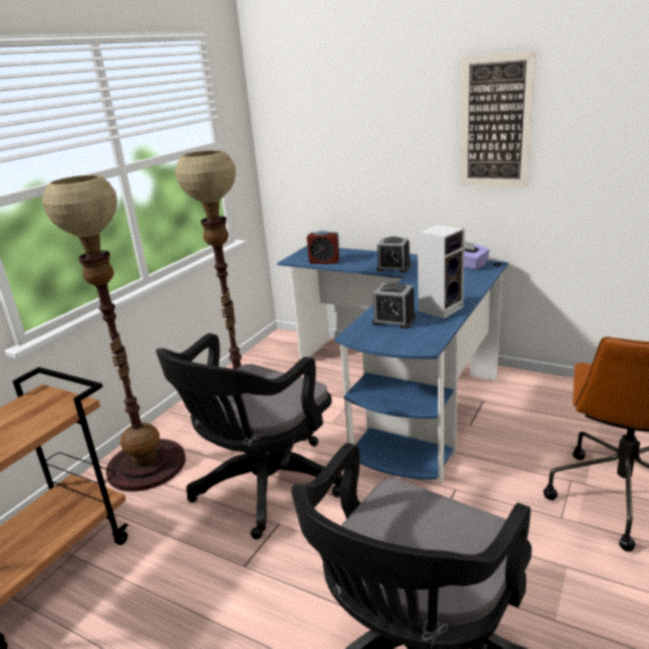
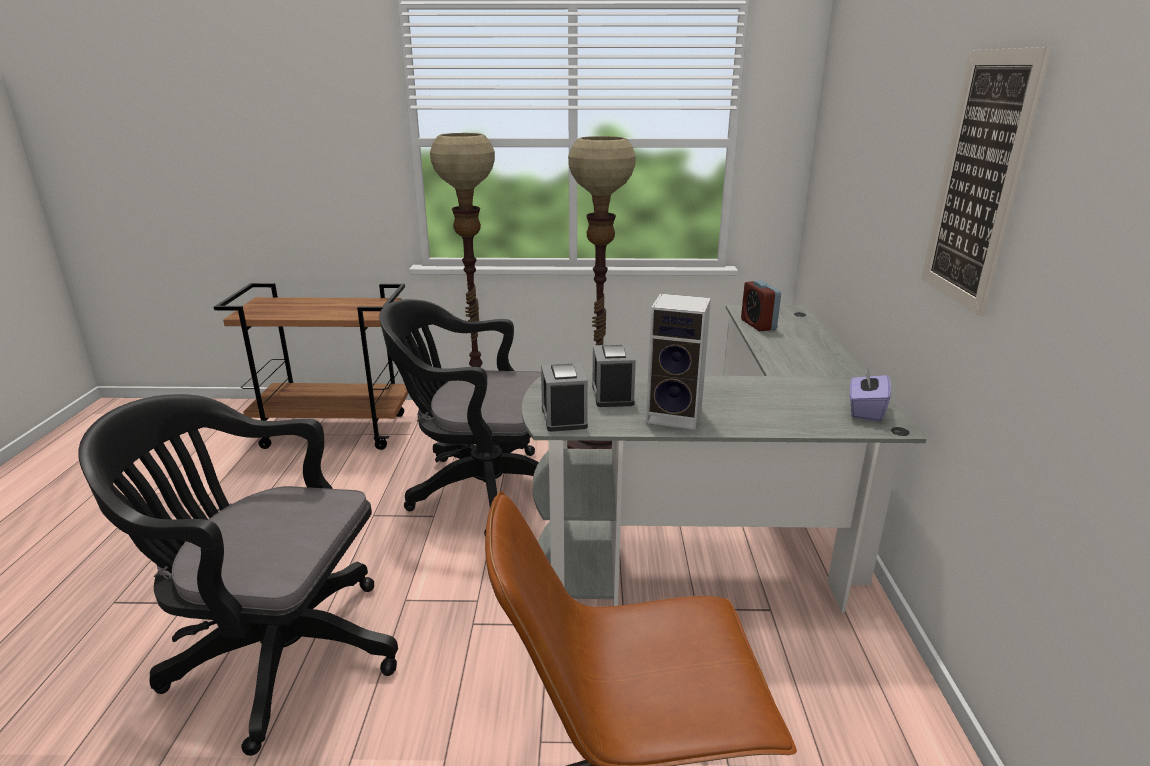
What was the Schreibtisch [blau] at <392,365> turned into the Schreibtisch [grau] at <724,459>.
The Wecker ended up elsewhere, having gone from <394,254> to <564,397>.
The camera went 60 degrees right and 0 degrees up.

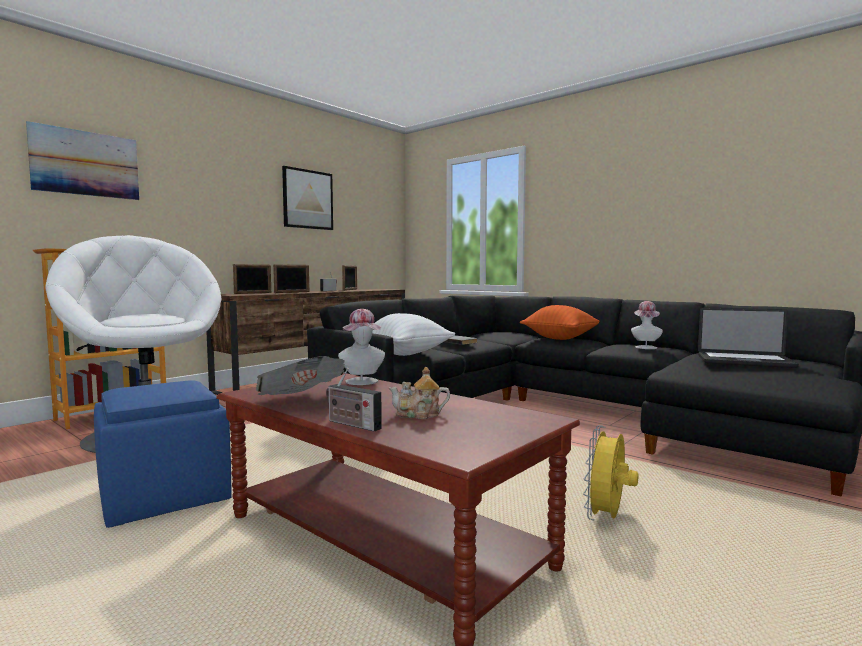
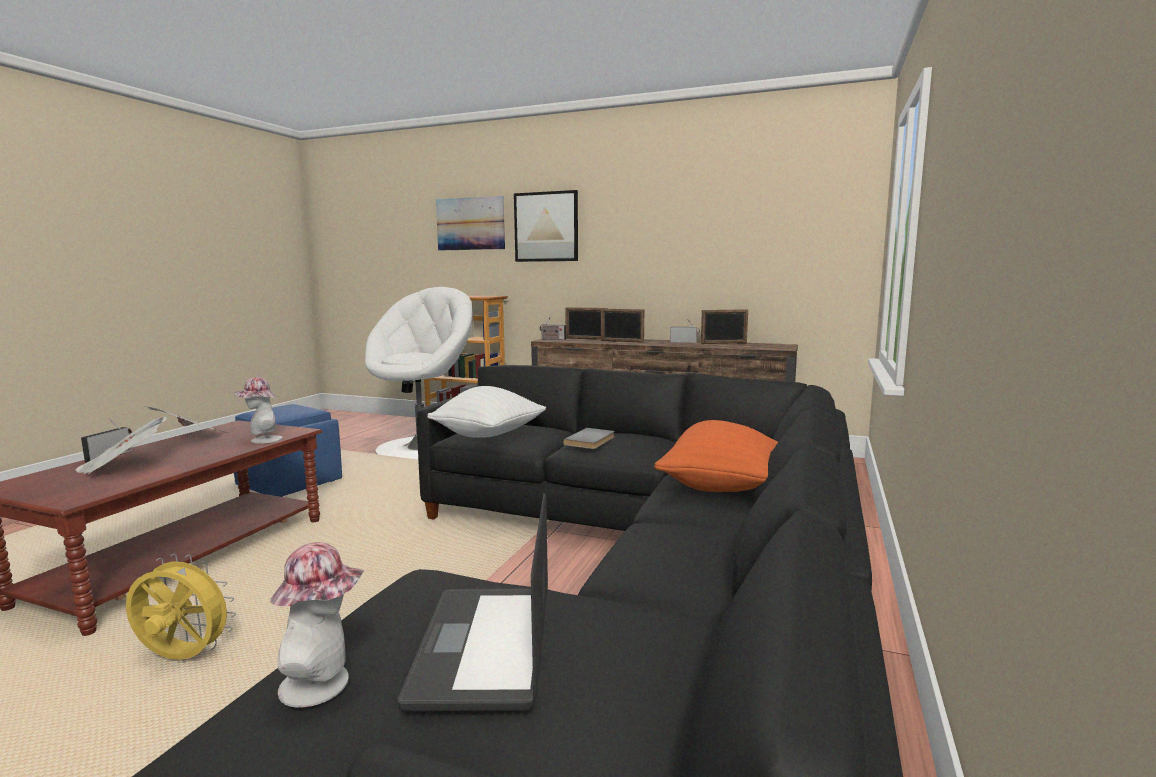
Where the Teekanne stood at <419,393>, the Zeitung came to stand at <121,445>.
The Hut ended up elsewhere, having gone from <647,325> to <318,624>.
The Bild ended up elsewhere, having gone from <307,198> to <546,226>.
The second view gained the Radio at <553,328>.
The camera went 70 degrees right and 5 degrees up.

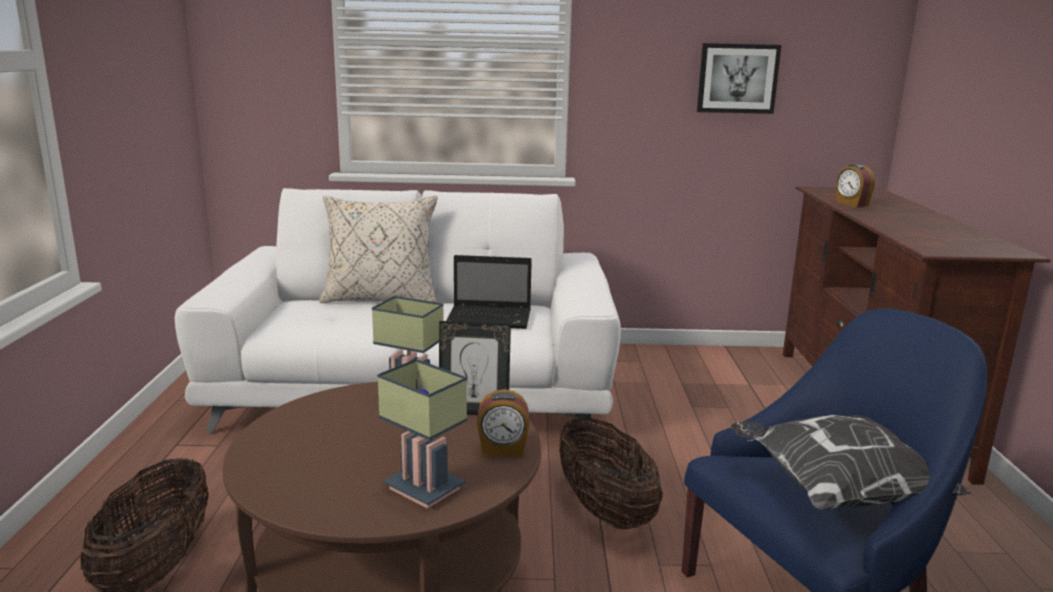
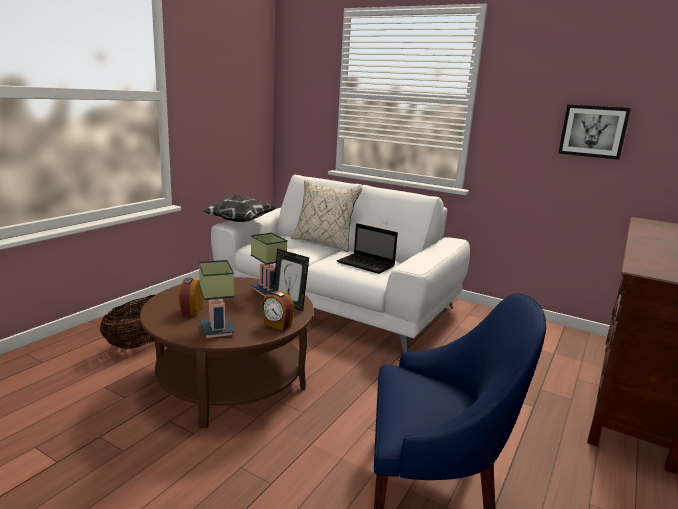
The Wecker ended up elsewhere, having gone from <855,185> to <190,297>.
The Kissen ended up elsewhere, having gone from <851,462> to <240,209>.
The second view lost the Korb at <611,473>.
The camera went 30 degrees right and 0 degrees up.

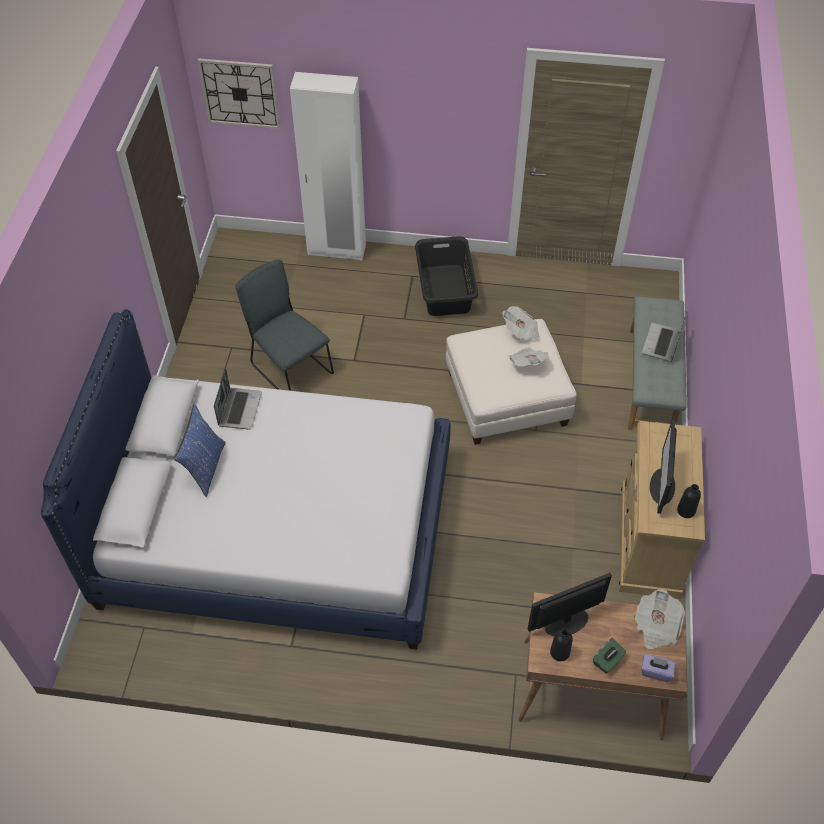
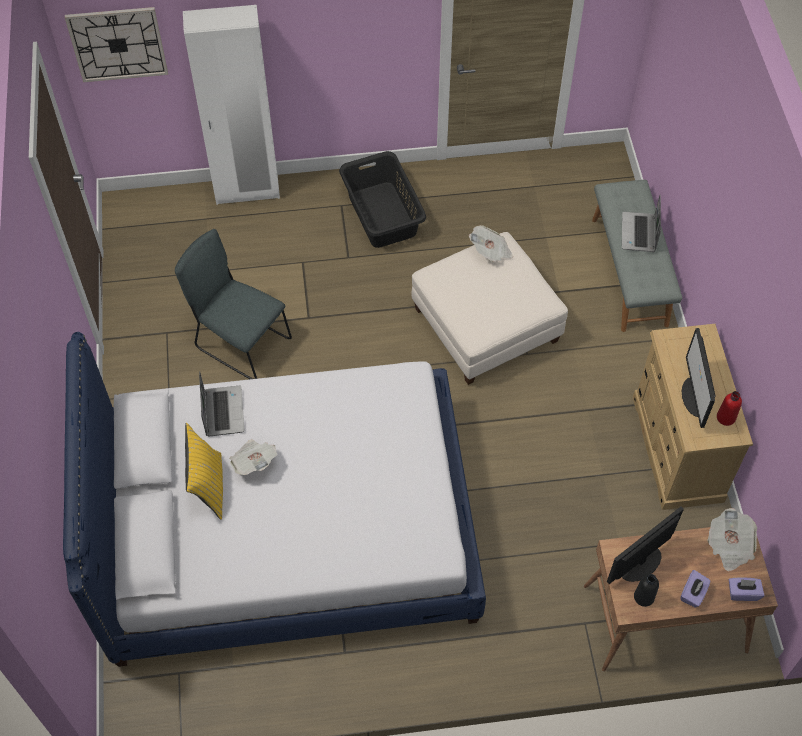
What was the Kissen [blau] at <200,450> turned into the Kissen [gelb] at <204,471>.
The Zeitung ended up elsewhere, having gone from <529,357> to <253,457>.
What was the Taschentuchbox [grün] at <609,655> turned into the Taschentuchbox [lila] at <695,588>.
What was the Flasche [schwarz] at <689,501> turned into the Flasche [rot] at <729,408>.
The camera went 15 degrees left and 5 degrees up.

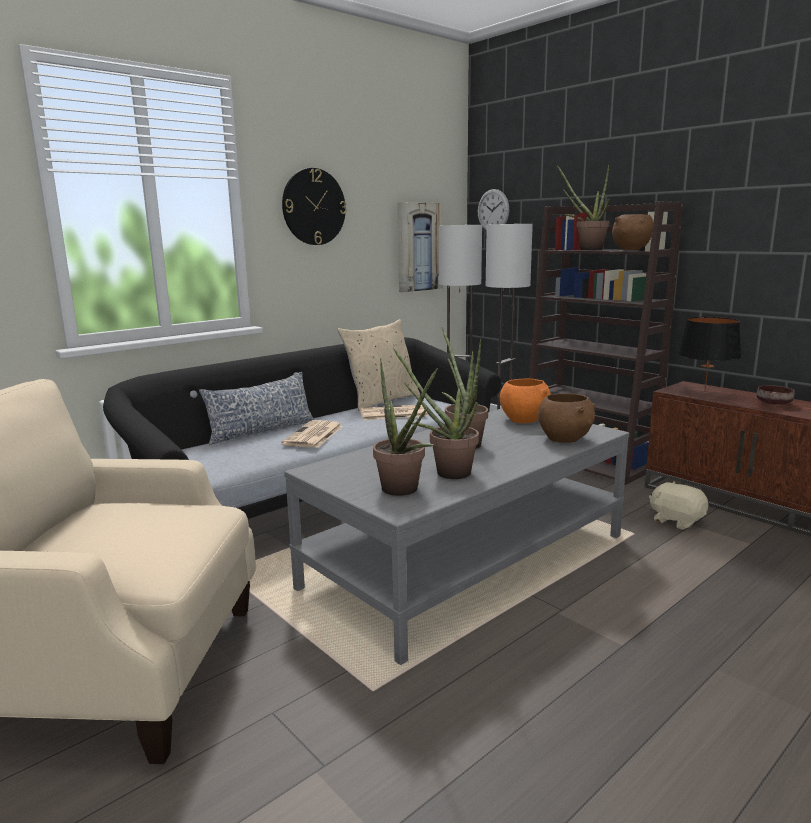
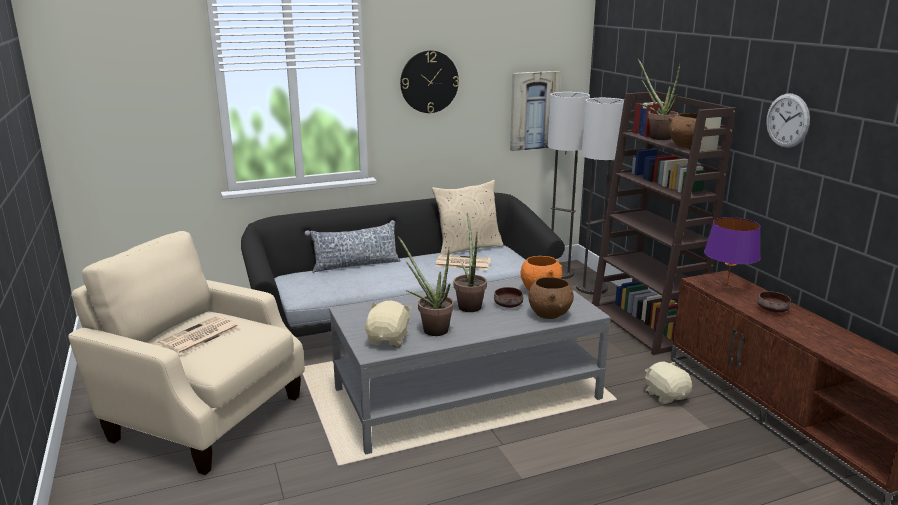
The Zeitung ended up elsewhere, having gone from <312,434> to <198,335>.
Where the Topfpflanze stood at <405,427>, the Plüschtier [beige] came to stand at <388,324>.
The second view gained the Schüssel [braun] at <508,297>.
What was the Tischlampe [schwarz] at <709,354> turned into the Tischlampe [lila] at <732,252>.
The Wanduhr ended up elsewhere, having gone from <493,209> to <788,121>.
The camera went 20 degrees right and 5 degrees up.

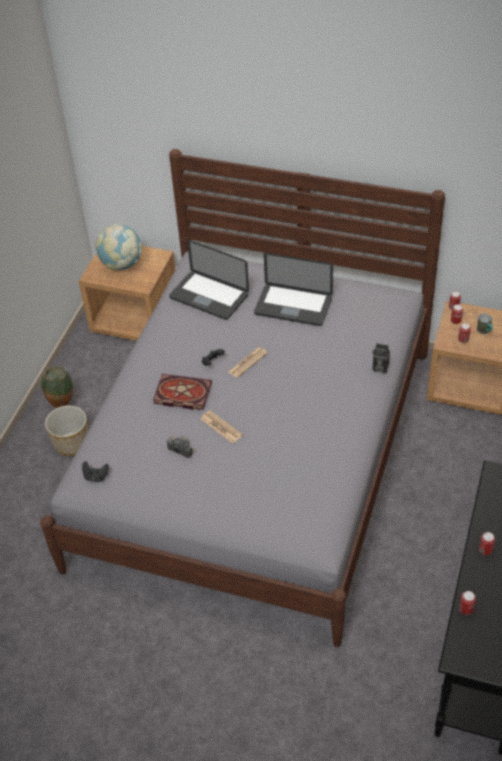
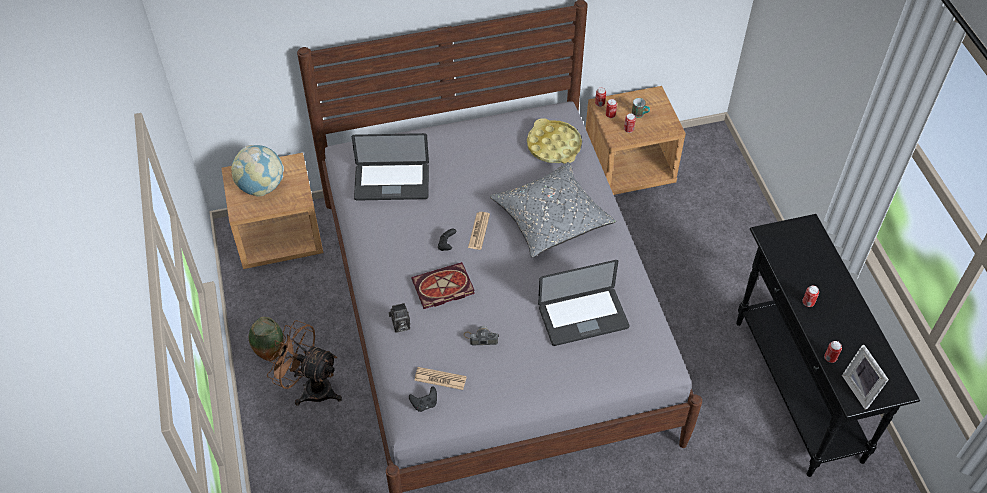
Where the Pflanzkübel stood at <66,430>, the Ventilator [braun] came to stand at <304,363>.
The Kamera ended up elsewhere, having gone from <381,358> to <399,317>.
The Zeitung ended up elsewhere, having gone from <222,427> to <440,378>.
The second view gained the Kissen [grau] at <553,210>.
The second view gained the Tablett [gelb] at <554,141>.
The Laptop ended up elsewhere, having gone from <293,289> to <583,303>.
The second view gained the Bilderrahmen at <865,377>.
The camera went 35 degrees left and 5 degrees up.

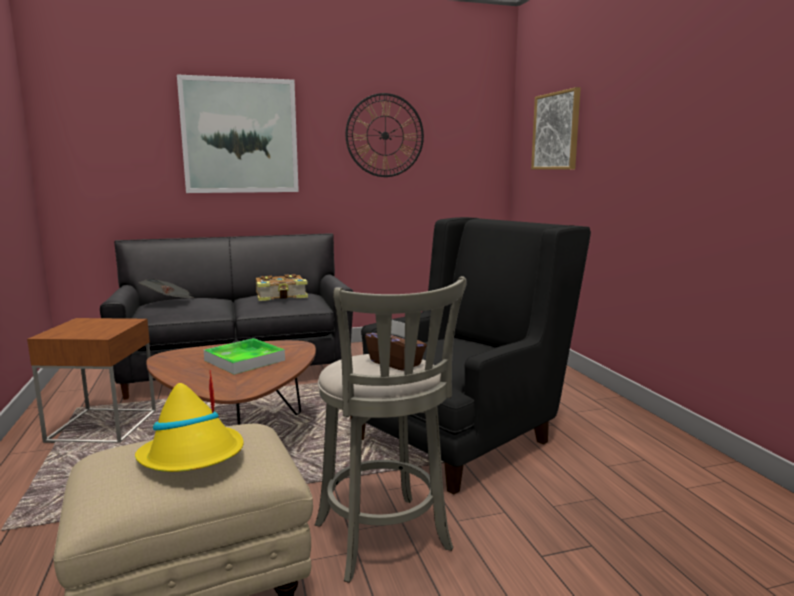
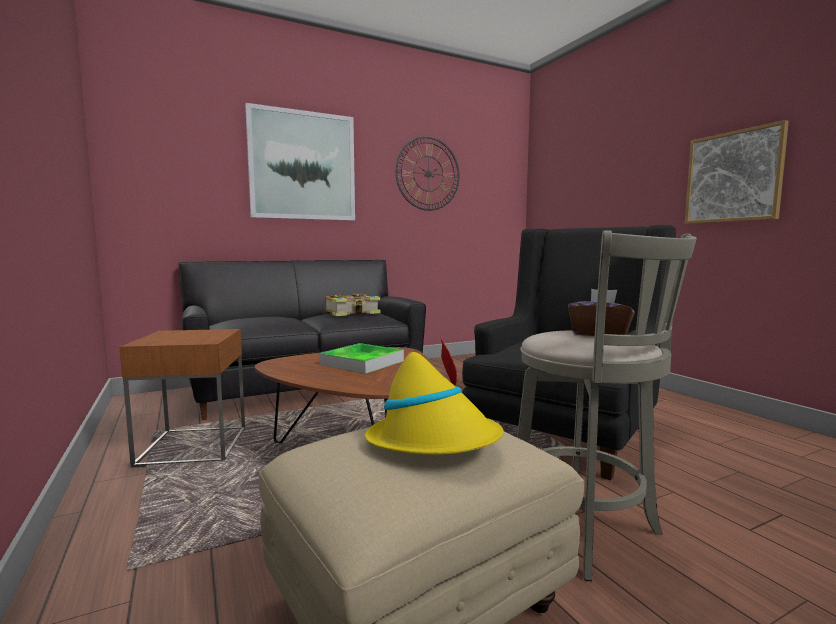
The Bild ended up elsewhere, having gone from <556,128> to <737,172>.
The second view lost the Zeitung at <166,288>.
The camera went 10 degrees left and 5 degrees down.

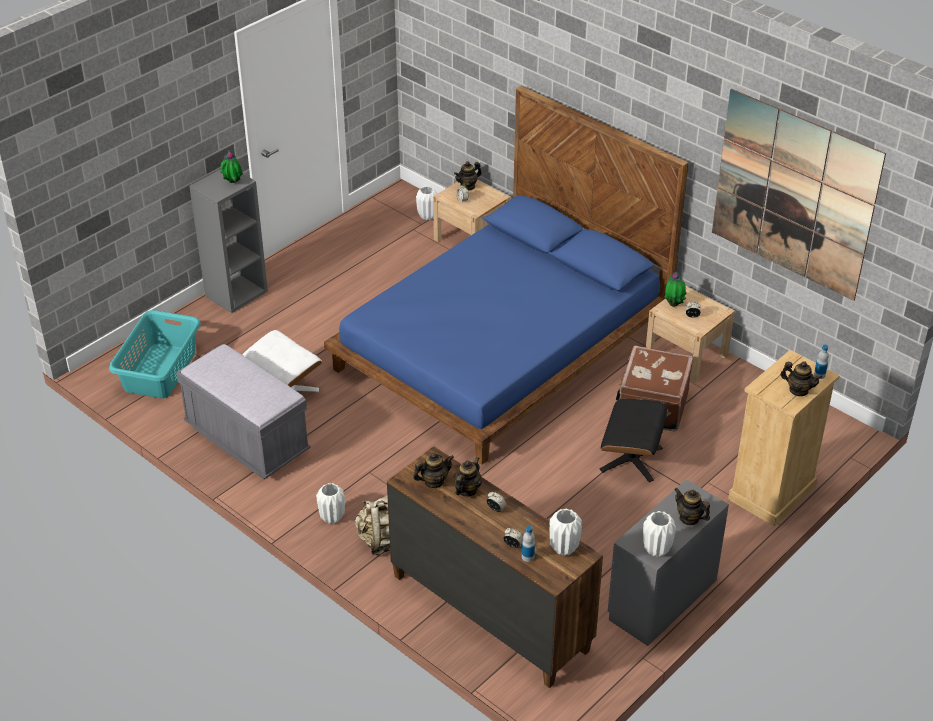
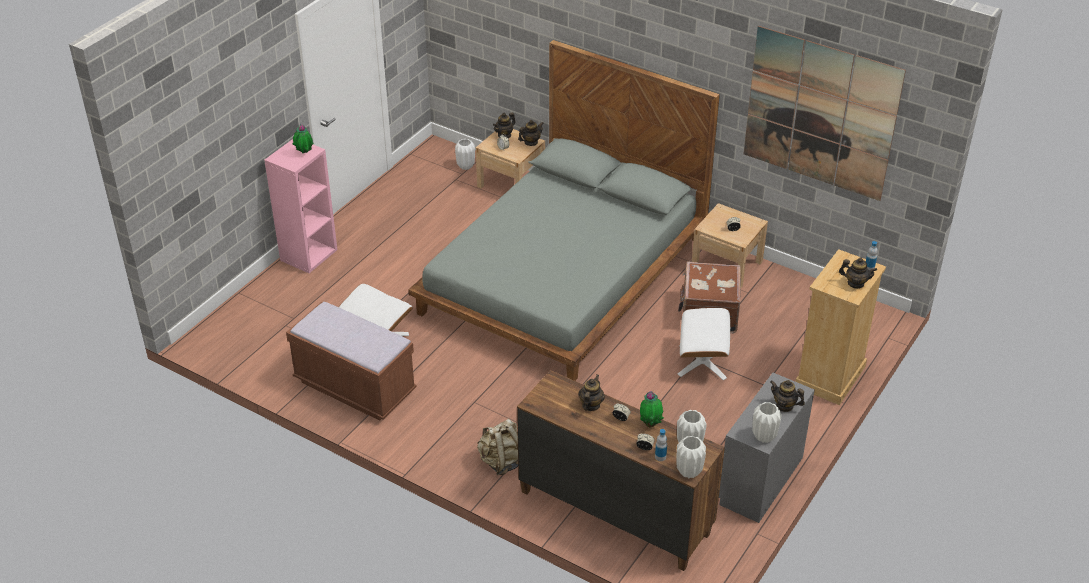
What was the Bücherregal [grau] at <228,241> turned into the Bücherregal [rosa] at <301,206>.
What was the Bank [grau] at <243,411> turned into the Bank [braun] at <351,361>.
What was the Bett [blau] at <506,275> turned into the Bett [grau] at <564,210>.
The Teekanne ended up elsewhere, having gone from <433,470> to <530,133>.
The Topfpflanze ended up elsewhere, having gone from <675,289> to <652,409>.
The Vase [weiß] ended up elsewhere, having gone from <330,503> to <691,457>.
What was the Polsterhocker [schwarz] at <633,440> turned into the Polsterhocker [weiß] at <704,344>.
The second view lost the Wäschekorb [türkis] at <155,354>.
The camera went 10 degrees left and 0 degrees up.

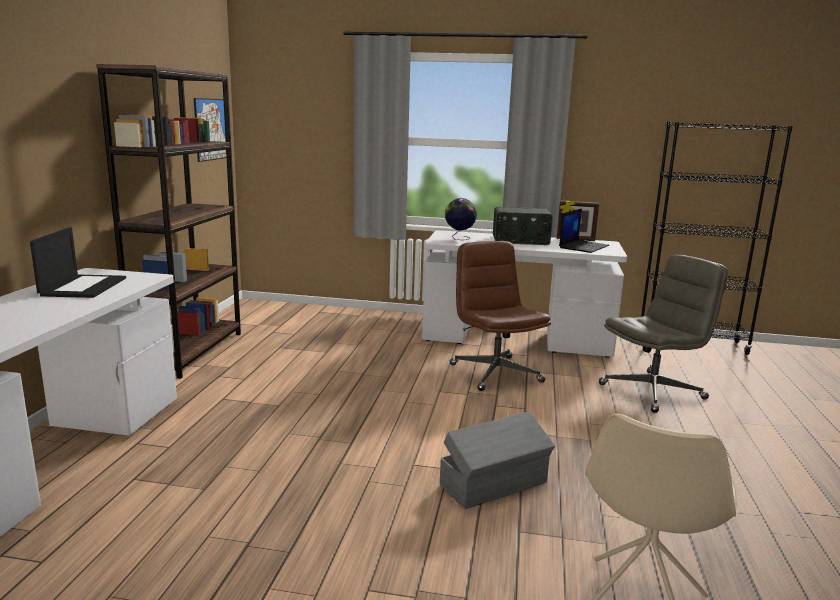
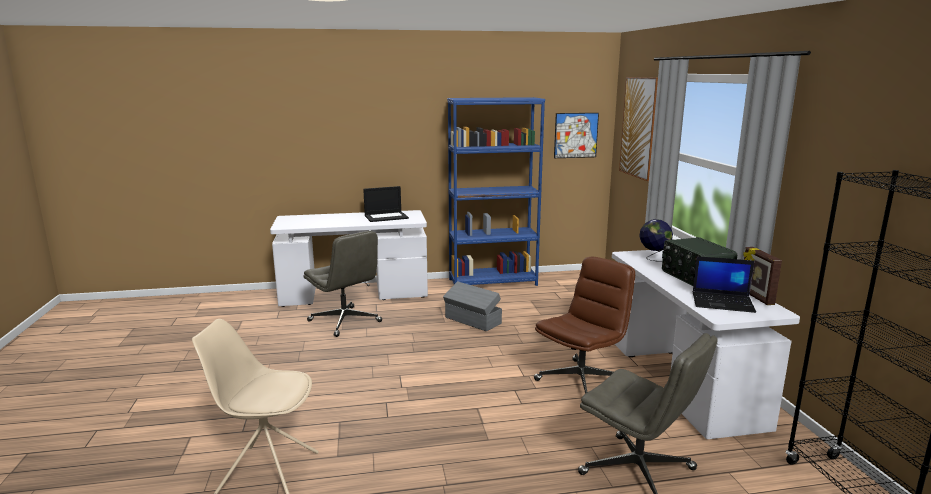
The second view gained the Bürostuhl [grau] at <342,284>.
The Aufbewahrungsbox [grau] ended up elsewhere, having gone from <497,460> to <472,306>.
What was the Bücherregal [braun] at <168,221> turned into the Bücherregal [blau] at <496,191>.
The second view gained the Bild at <638,129>.
The camera went 70 degrees right and 0 degrees up.

